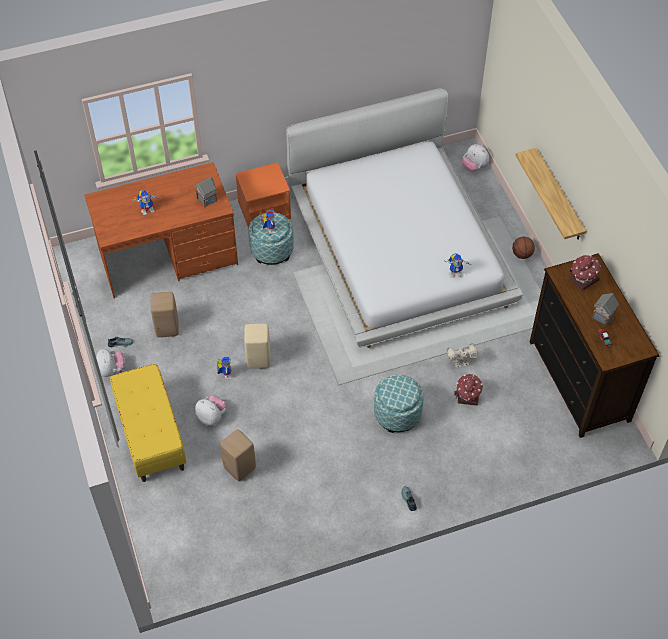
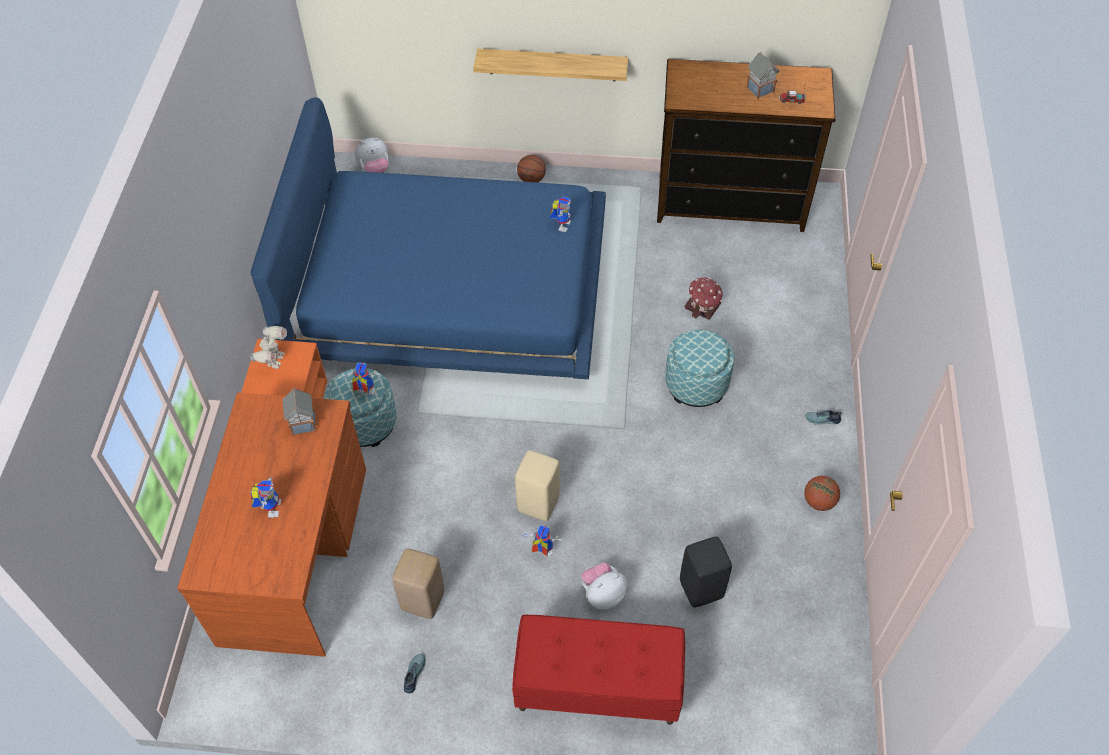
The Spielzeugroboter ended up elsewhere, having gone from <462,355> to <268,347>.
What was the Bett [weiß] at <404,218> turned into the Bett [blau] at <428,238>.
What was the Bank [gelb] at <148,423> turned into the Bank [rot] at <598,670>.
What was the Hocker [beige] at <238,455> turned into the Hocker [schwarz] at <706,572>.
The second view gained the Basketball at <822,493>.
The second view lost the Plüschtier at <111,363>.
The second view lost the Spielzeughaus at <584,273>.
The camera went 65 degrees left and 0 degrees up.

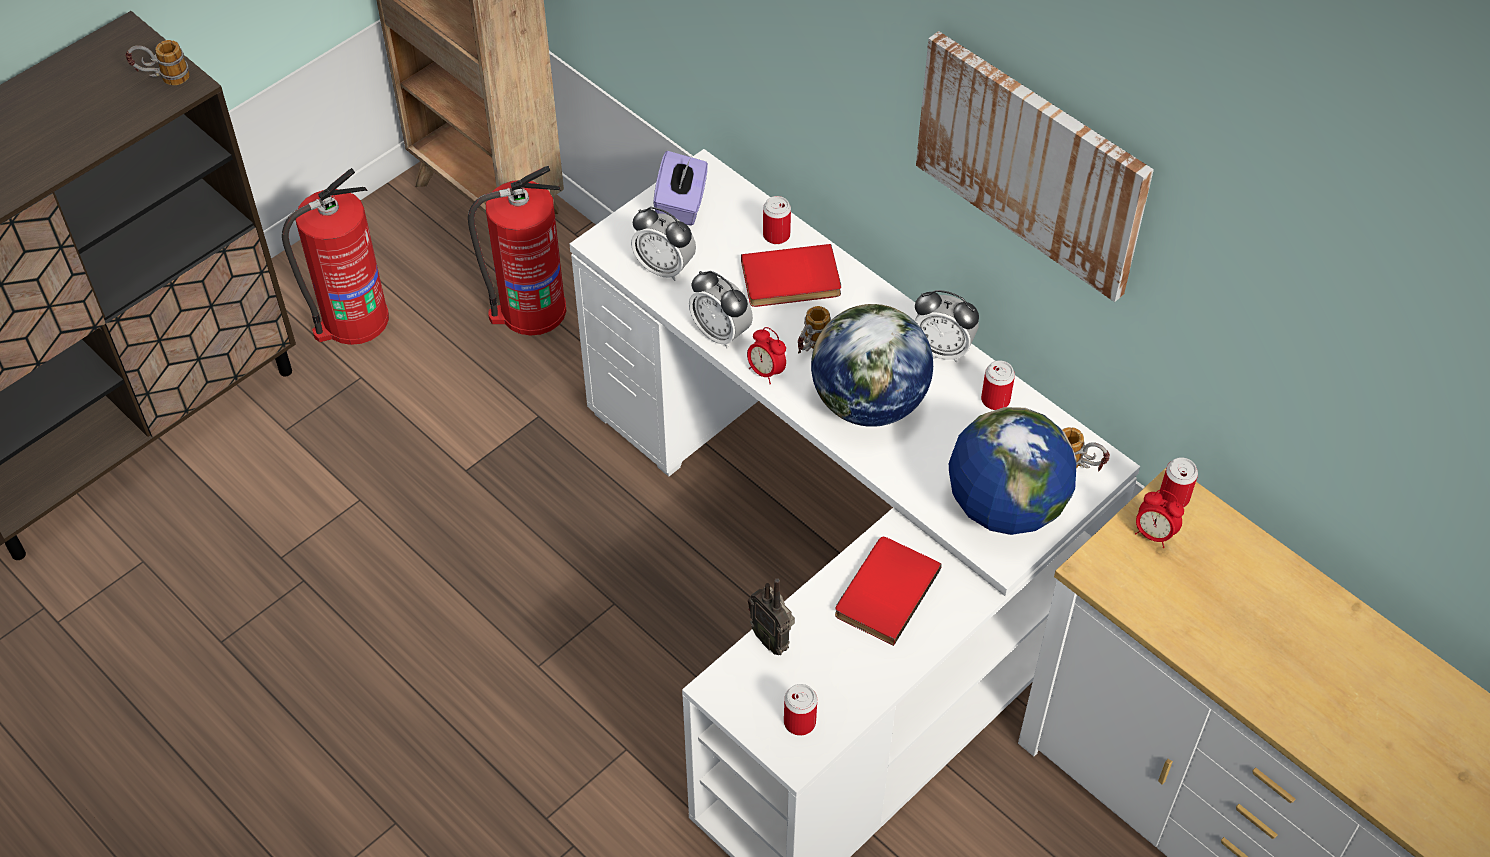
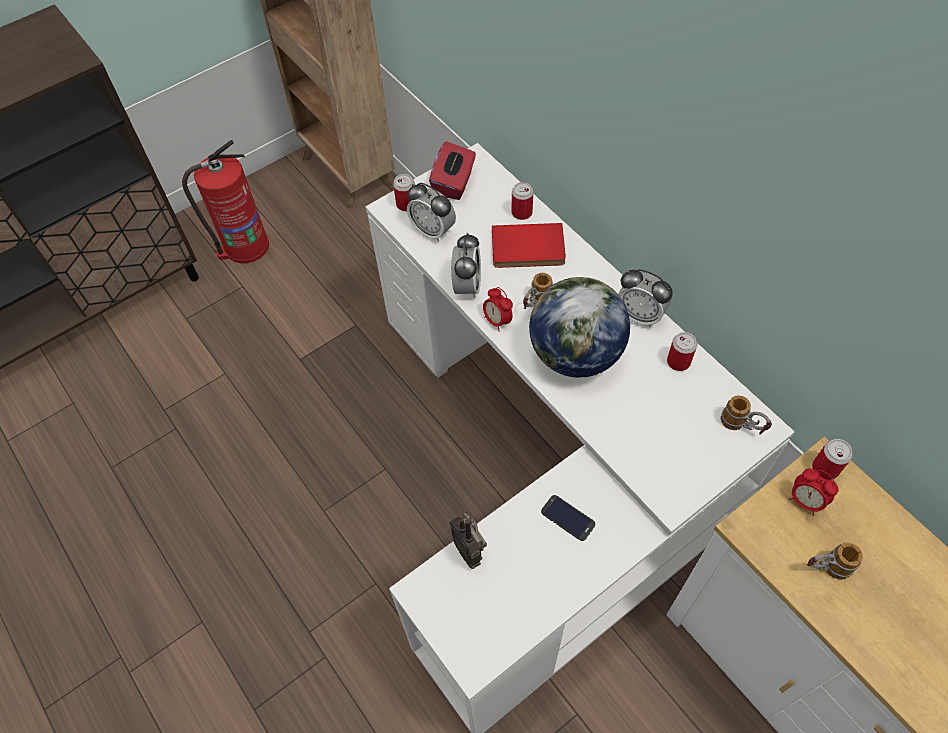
The Dose ended up elsewhere, having gone from <800,709> to <404,192>.
What was the Taschentuchbox [lila] at <680,188> turned into the Taschentuchbox [rot] at <452,170>.
The Wecker at <721,310> ended up facing another way, 135 degrees counterclockwise from before.
Where the Buch [rot] stood at <888,591>, the Handy came to stand at <568,518>.
The Henkelbecher ended up elsewhere, having gone from <157,62> to <835,561>.
The second view lost the Feuerlöscher at <517,251>.
The second view lost the Bild at <1035,166>.
The second view lost the Globus at <1013,471>.
The camera went 10 degrees right and 5 degrees up.

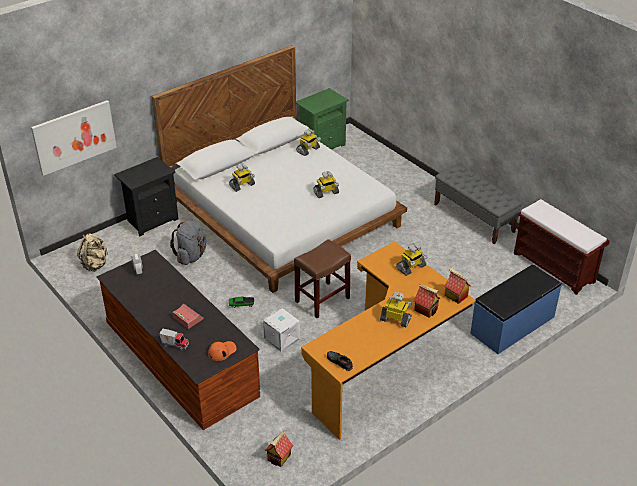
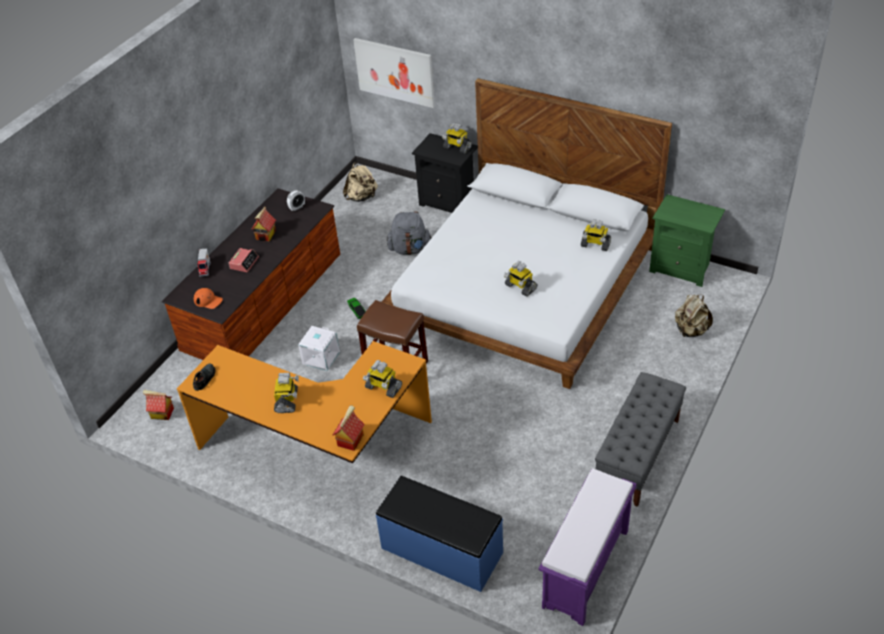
The Spielzeughaus ended up elsewhere, having gone from <427,301> to <264,224>.
The Spielzeugroboter ended up elsewhere, having gone from <242,177> to <457,138>.
What was the Bank [braun] at <561,247> turned into the Bank [lila] at <587,547>.
The second view gained the Rucksack [beige] at <694,315>.
The camera went 70 degrees right and 5 degrees up.

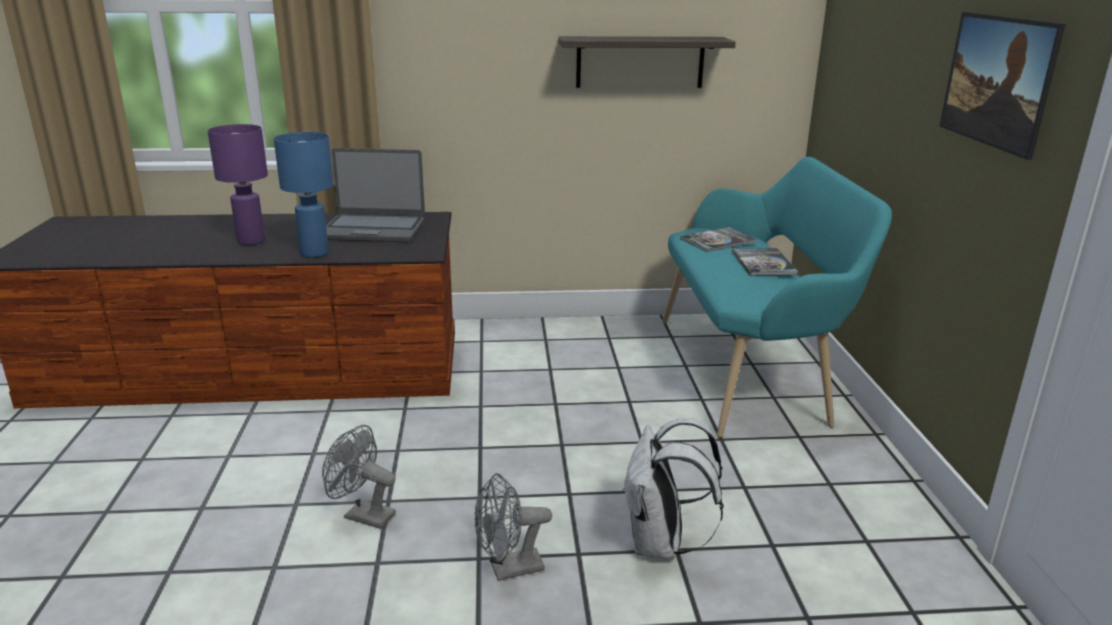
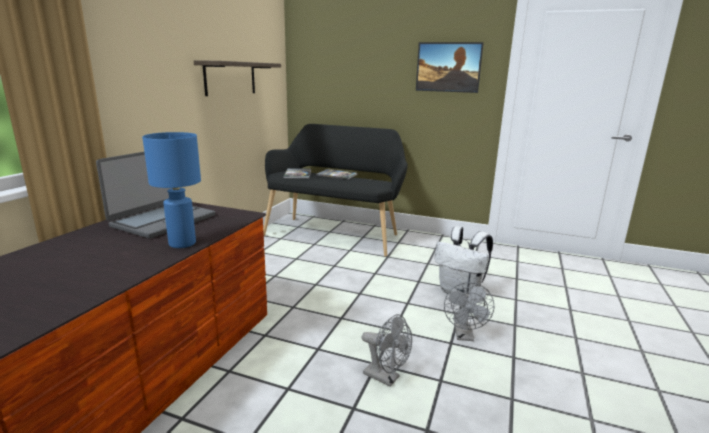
What was the Bank [türkis] at <777,297> turned into the Bank [schwarz] at <335,190>.
The Ventilator [grau] at <359,477> ended up facing another way, 105 degrees counterclockwise from before.
The second view lost the Tischlampe [lila] at <238,184>.
The camera went 65 degrees left and 5 degrees down.

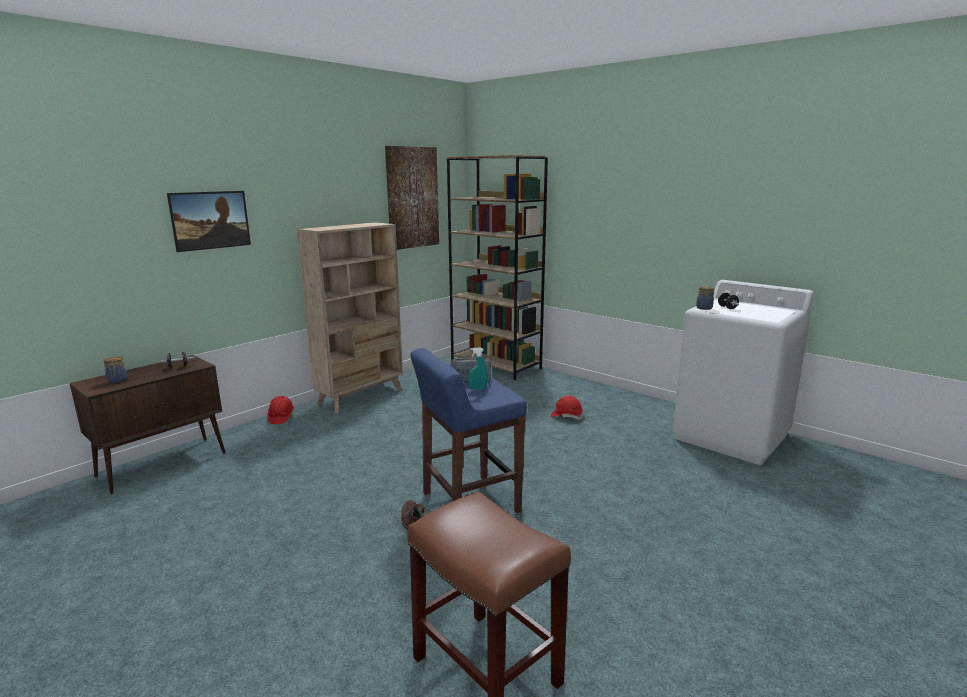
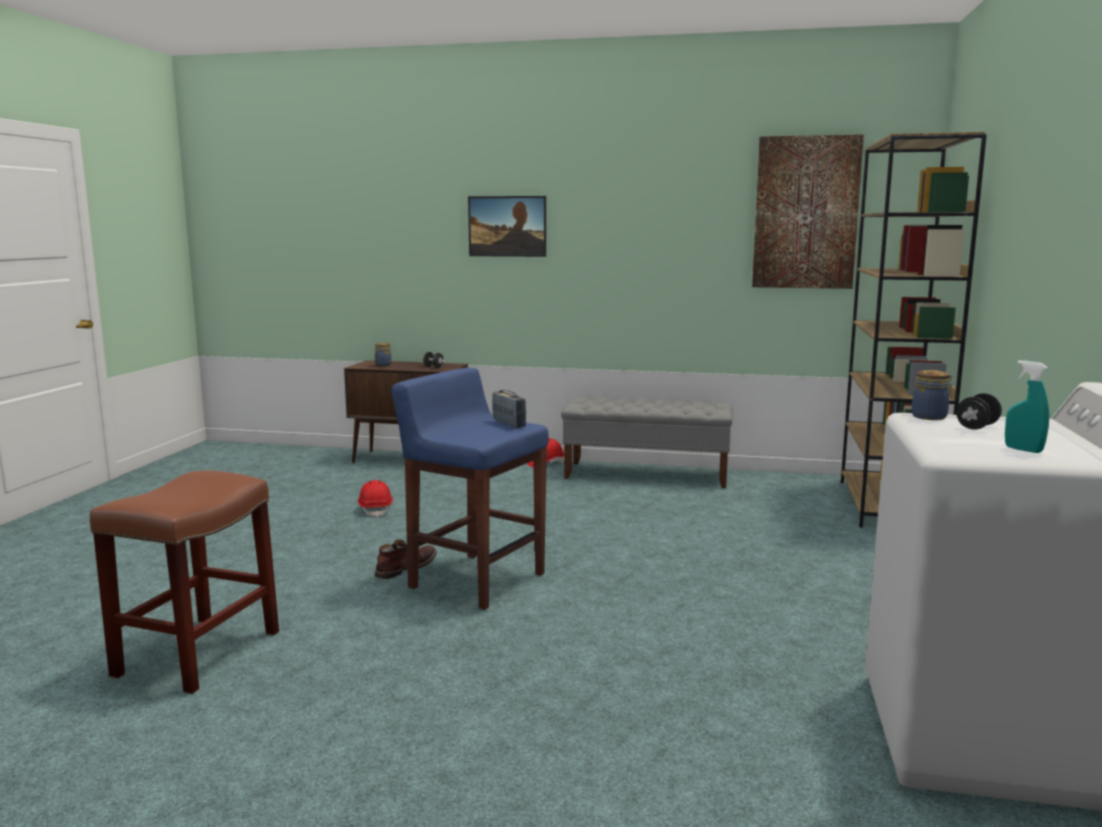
The Schutzhelm [rot] ended up elsewhere, having gone from <567,408> to <375,498>.
Where the Bücherregal [beige] stood at <350,318>, the Bank [grau] came to stand at <647,442>.
The Sprühflasche [türkis] ended up elsewhere, having gone from <478,369> to <1027,407>.
The camera went 60 degrees right and 5 degrees down.

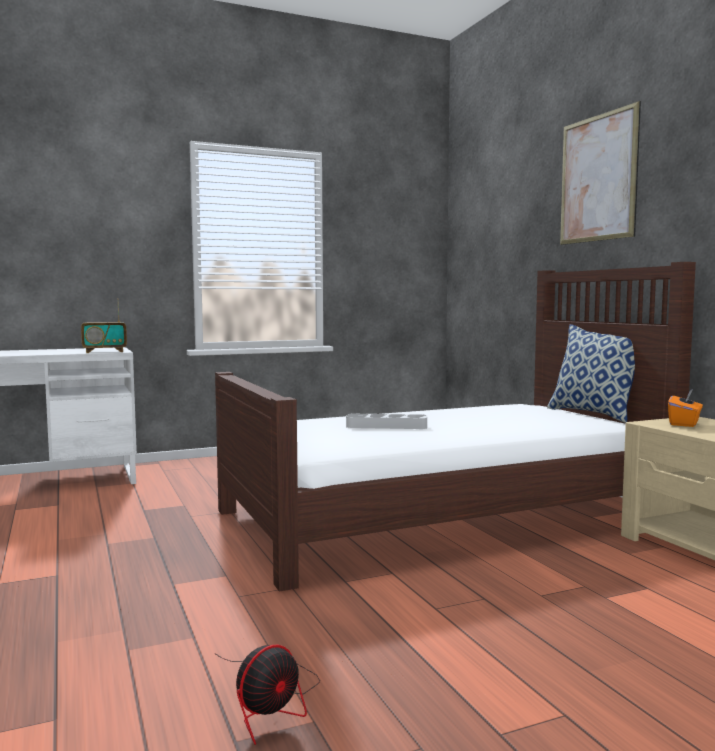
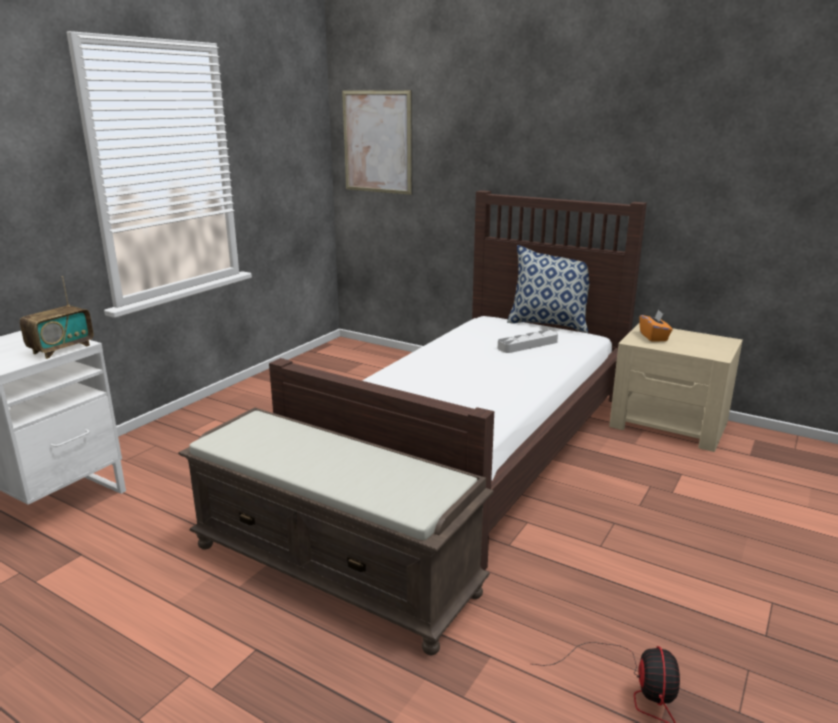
The second view gained the Bank [braun] at <336,531>.
The Bild ended up elsewhere, having gone from <600,173> to <377,142>.
The Tablett [grau] ended up elsewhere, having gone from <386,421> to <528,341>.
The camera went 35 degrees left and 15 degrees up.

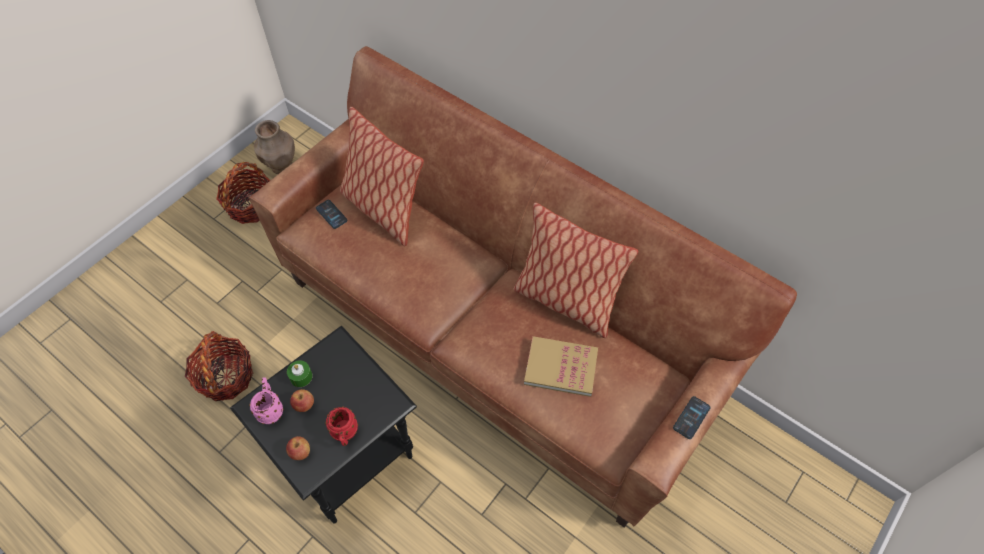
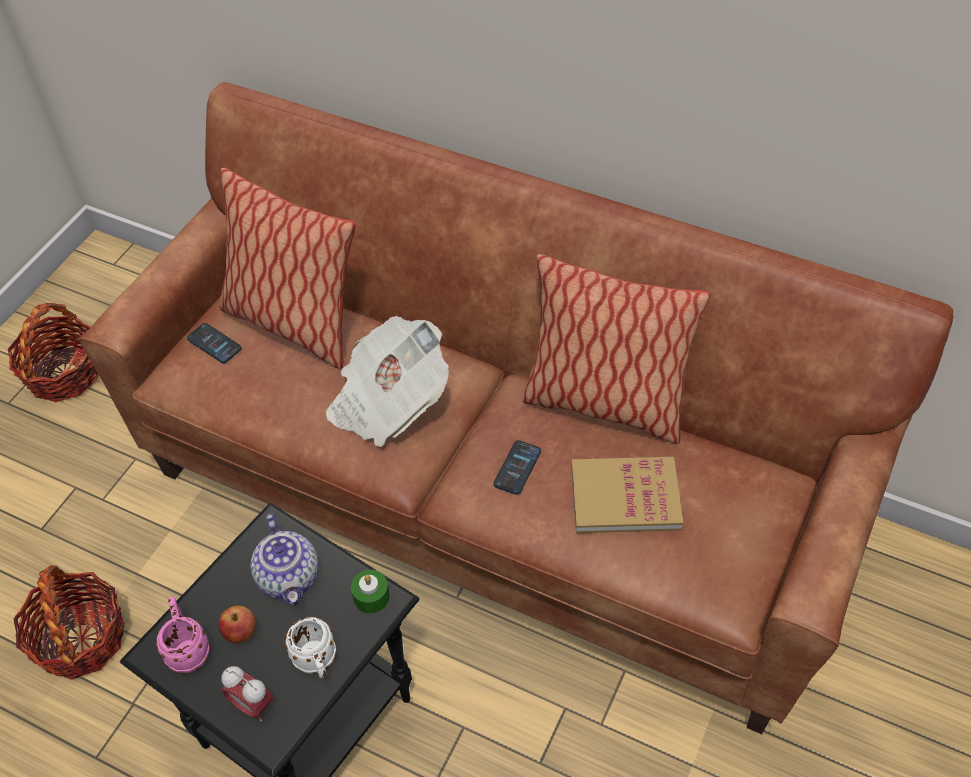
Where the Apfel stood at <298,448>, the Wecker came to stand at <247,693>.
The second view gained the Teekanne at <285,560>.
What was the Henkelbecher [rot] at <341,426> turned into the Henkelbecher [weiß] at <310,647>.
The second view gained the Zeitung at <387,381>.
The Kerze [grün] ended up elsewhere, having gone from <300,373> to <370,592>.
The Handy ended up elsewhere, having gone from <691,417> to <517,467>.
The second view lost the Vase [braun] at <274,147>.
The camera went 10 degrees left and 5 degrees down.

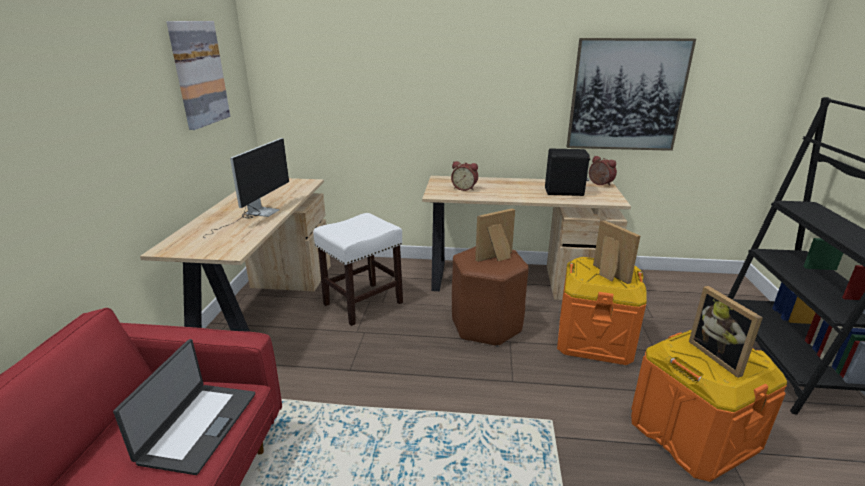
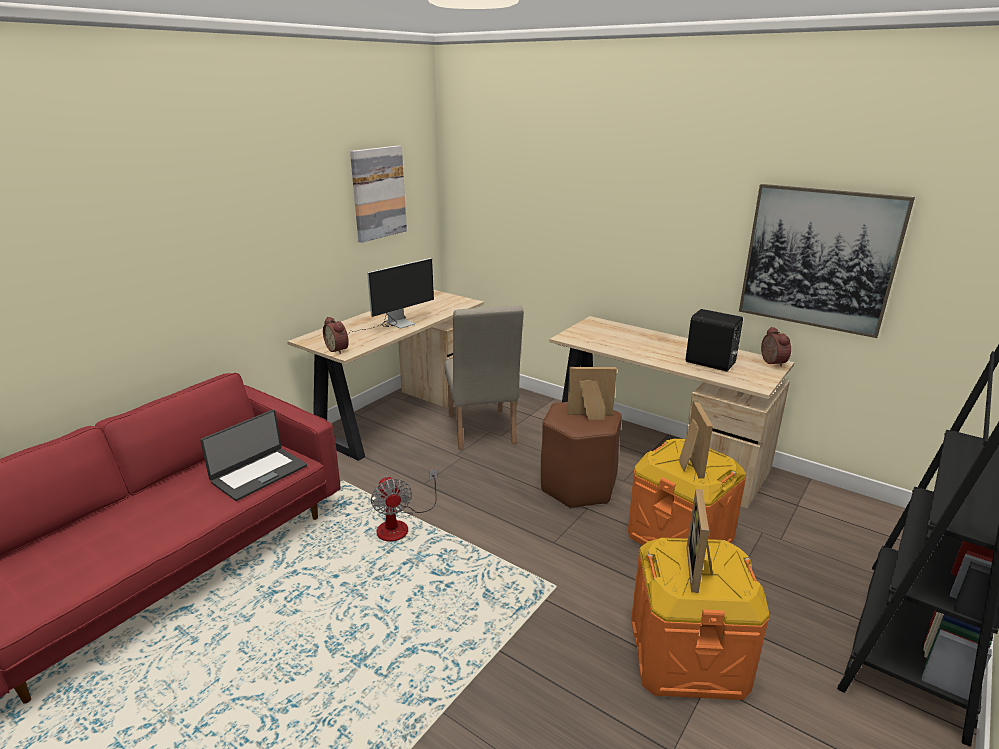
The Wecker ended up elsewhere, having gone from <464,176> to <336,335>.
The second view gained the Ventilator at <404,505>.
Where the Hocker [weiß] stood at <358,269>, the Stuhl [beige] came to stand at <484,377>.
The camera went 30 degrees right and 0 degrees up.

